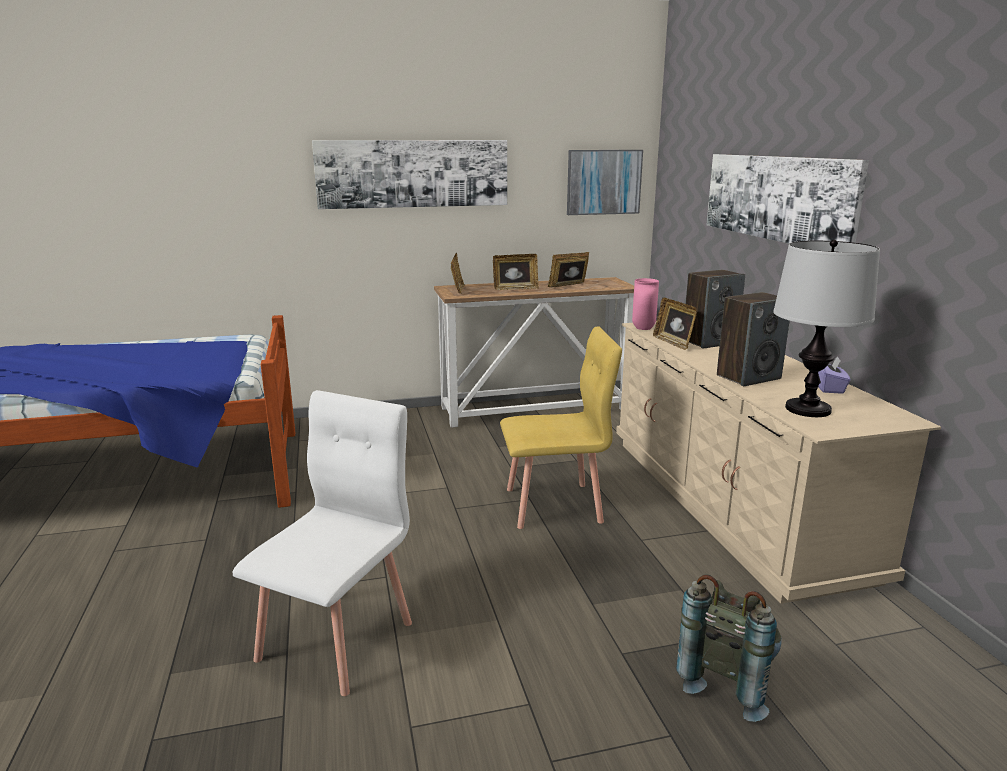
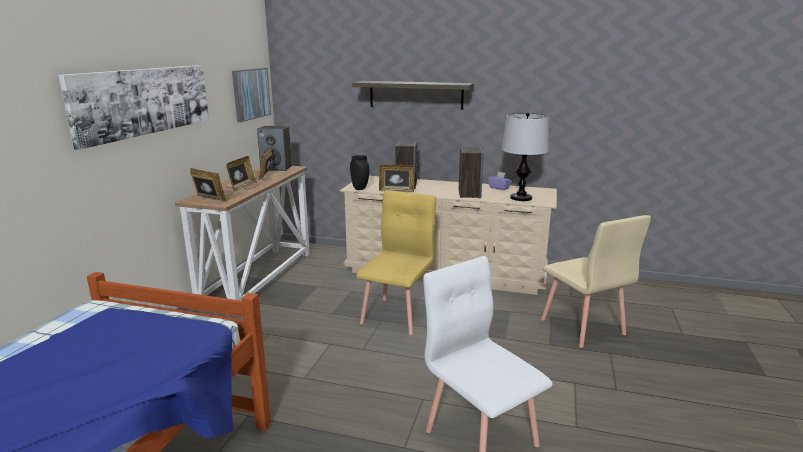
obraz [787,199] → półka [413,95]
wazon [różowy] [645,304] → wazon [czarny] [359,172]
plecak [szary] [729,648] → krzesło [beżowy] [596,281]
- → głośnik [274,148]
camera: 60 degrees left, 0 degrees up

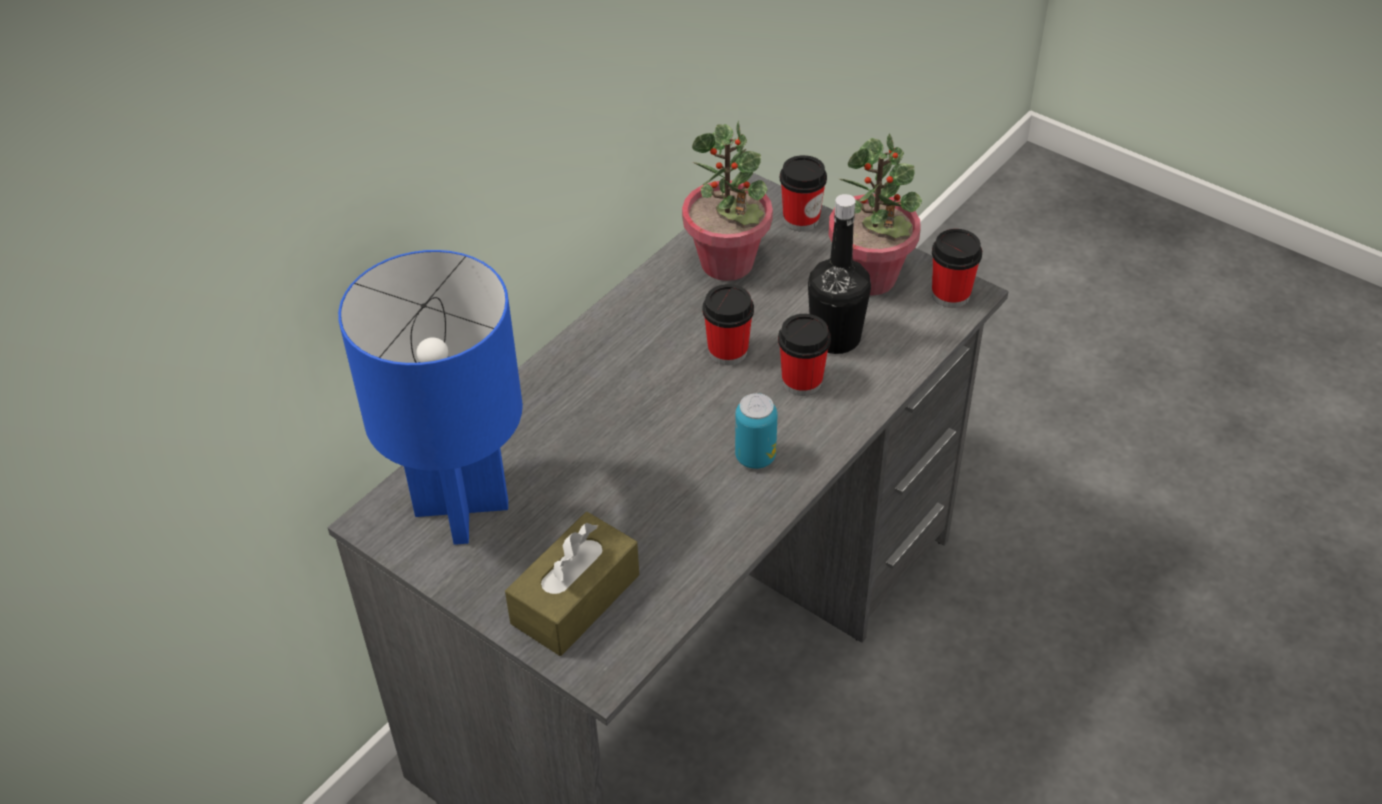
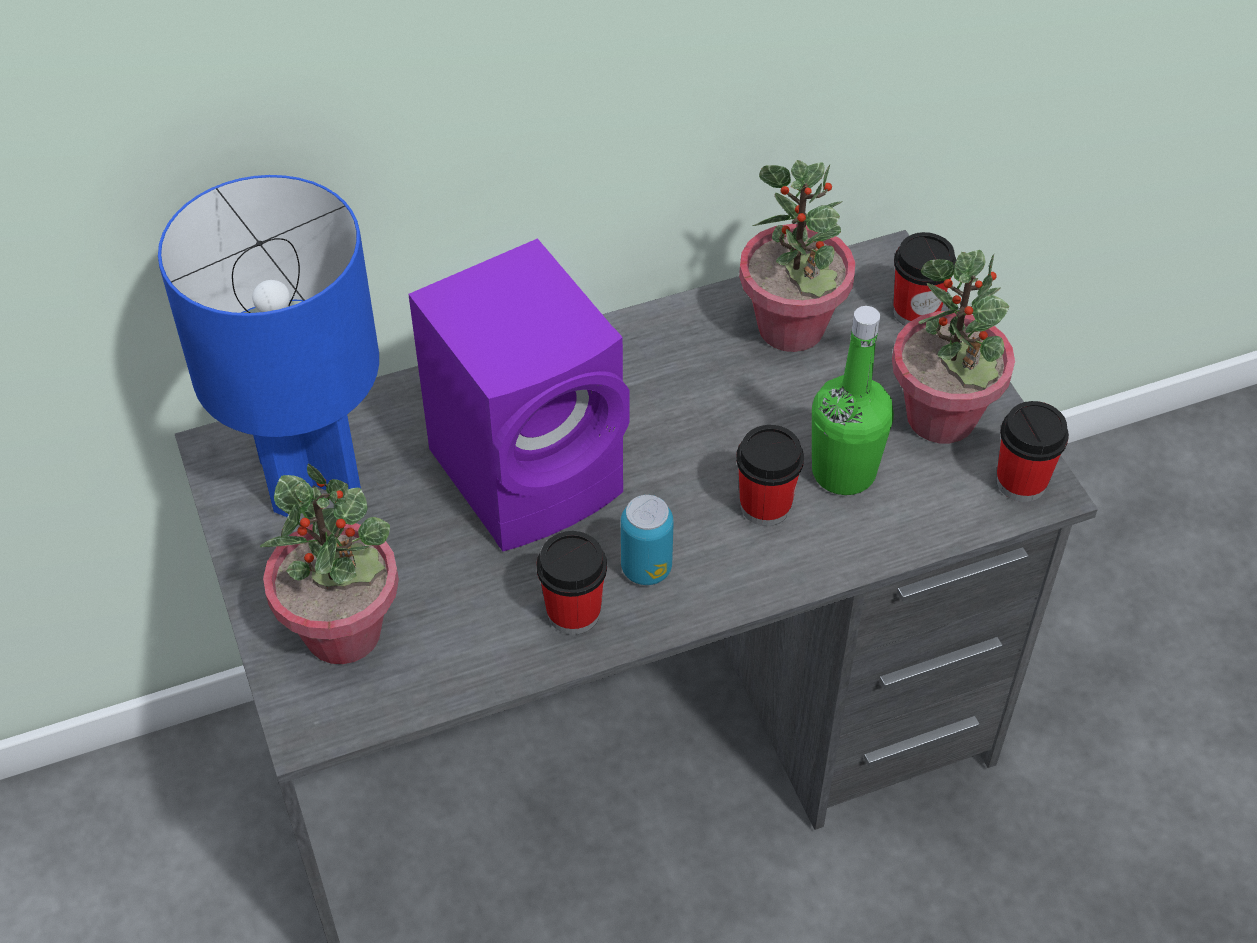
butelka [czarny] [839,274] → butelka [zielony] [853,400]
filiżanka [728,324] → filiżanka [572,583], move
pudełko chusteczek [brązowy] [572,584] → roślina doniczkowa [329,563]
- → głośnik [fioletowy] [518,394]
camera: 30 degrees right, 5 degrees up

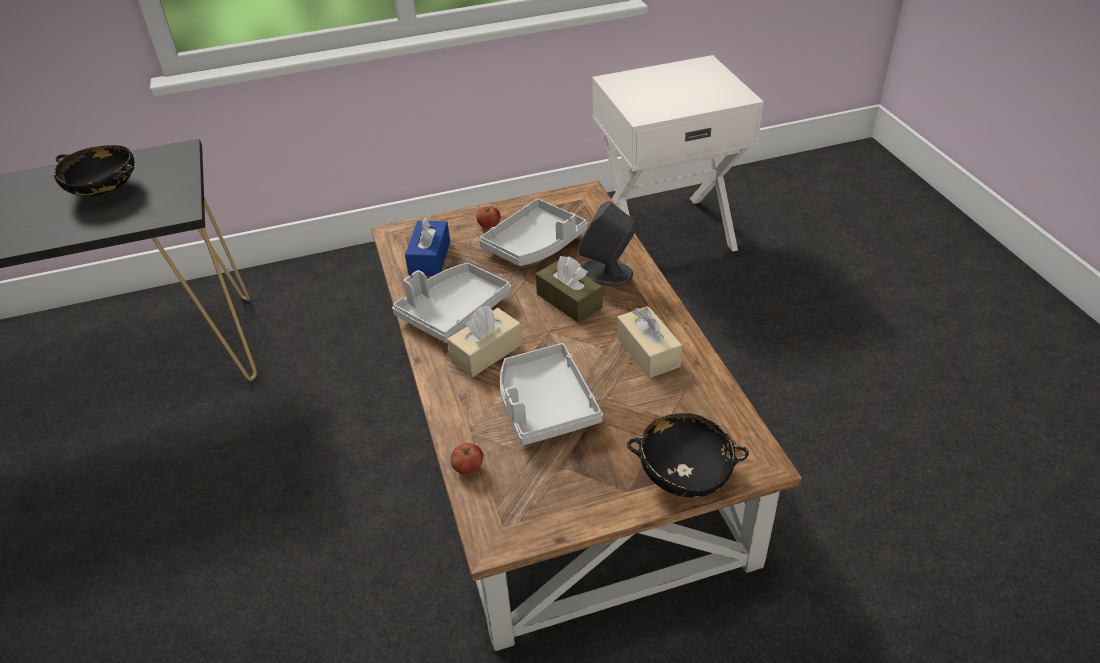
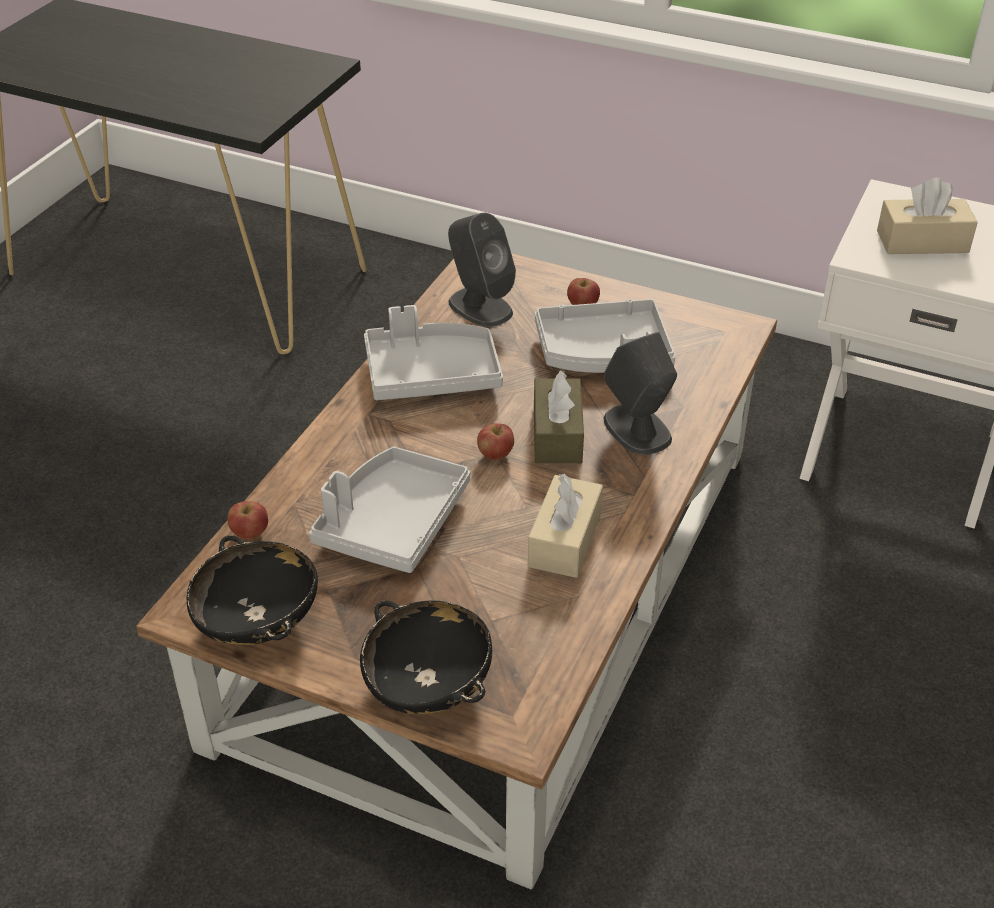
miska [czarny] [94,170] → miska [czarny] [252,590], move
pudełko chusteczek [niebieski] [427,245] → głośnik [szary] [482,270]
pudełko chusteczek [beżowy] [485,341] → pudełko chusteczek [beżowy] [927,215], move
- → jabłko [495,441]
camera: 40 degrees right, 0 degrees up

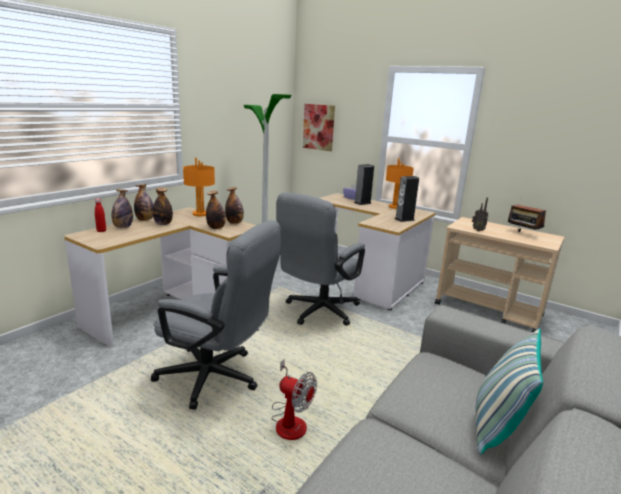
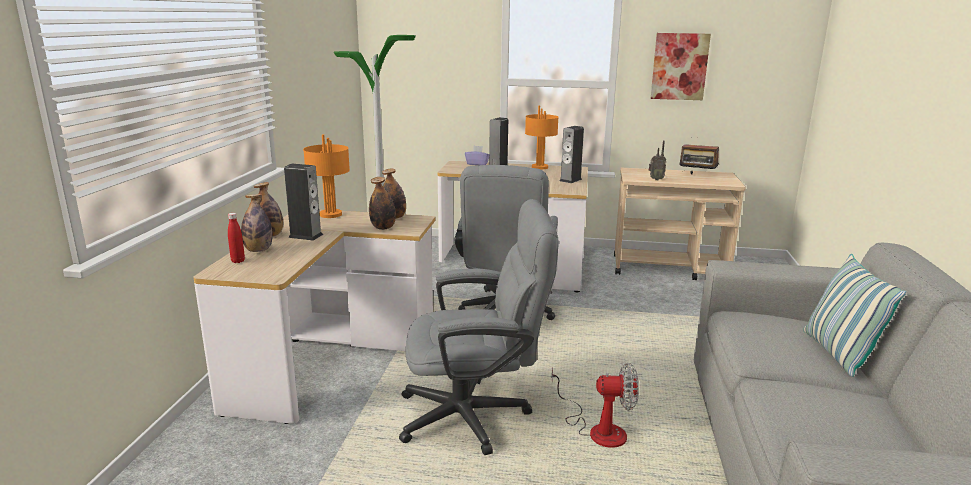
obraz [319,127] → obraz [681,66], move
butelka [162,206] → głośnik [303,202]
camera: 25 degrees left, 0 degrees up

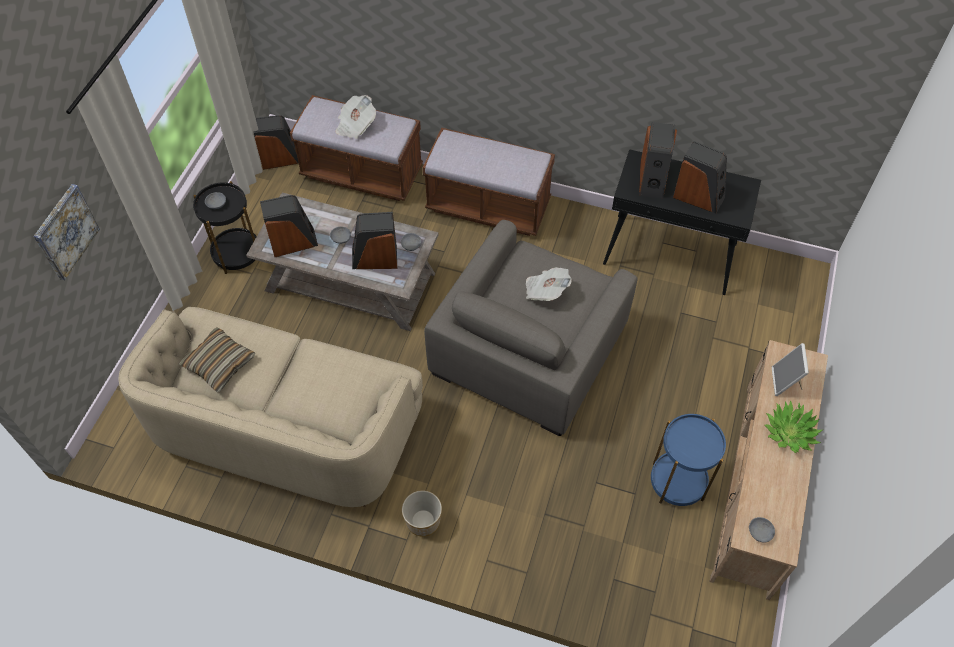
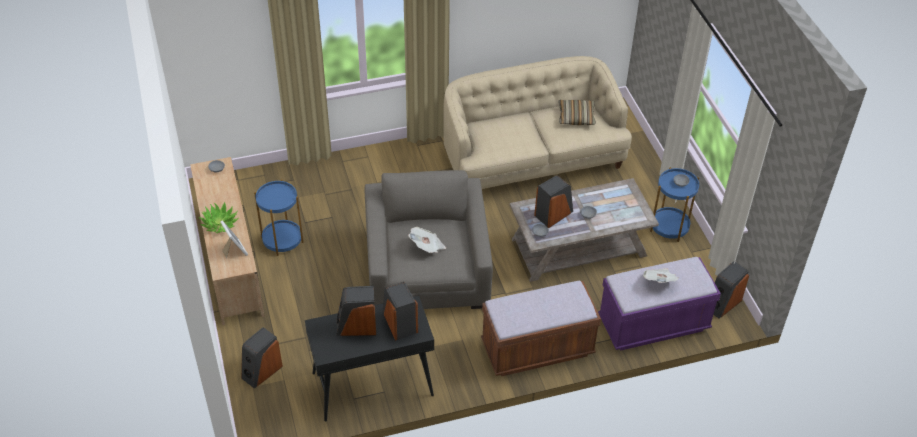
ławka [brązowy] [356,148] → ławka [fioletowy] [659,304]
stolik [czarny] [225,227] → stolik [niebieski] [674,204]
obraz [67,232] → -
głośnik [289,226] → głośnik [262,358], move
donica [422,513] → -
camera: 145 degrees right, 10 degrees down

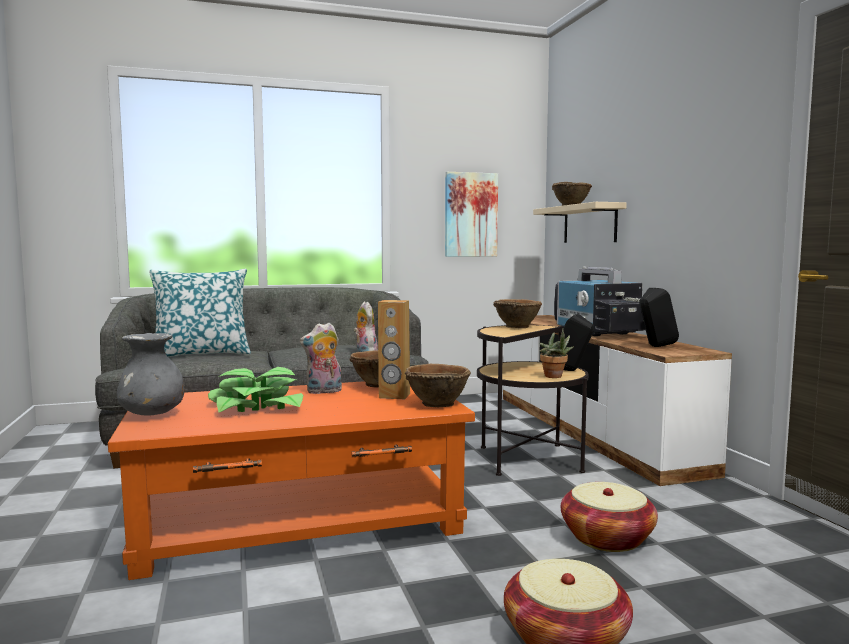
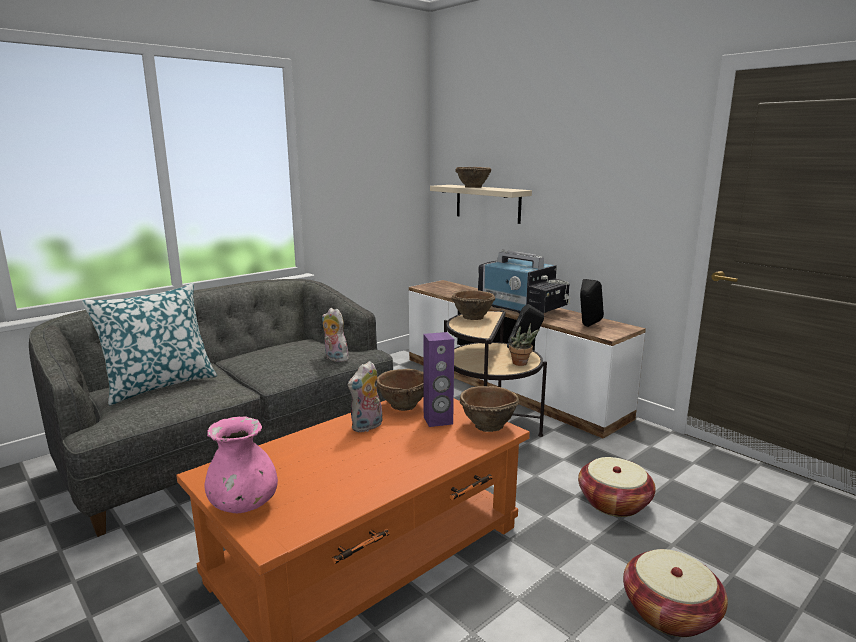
obraz [471,214] → -
głośnik [brązowy] [394,349] → głośnik [fioletowy] [438,379]
wazon [szary] [151,374] → wazon [różowy] [241,464]
roślina doniczkowa [255,389] → -
camera: 25 degrees left, 10 degrees up

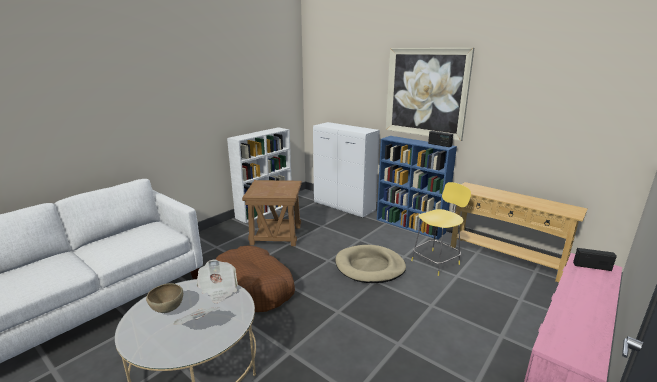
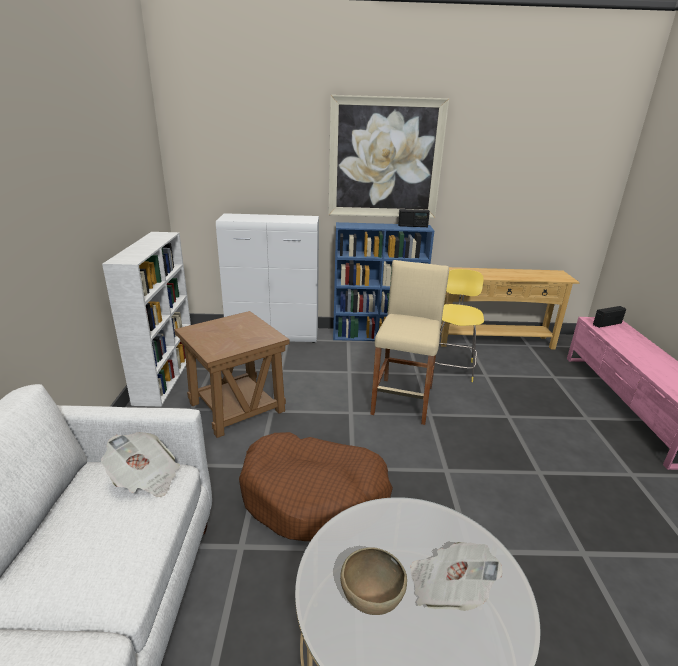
legowisko [beżowy] [370,264] → stołek [beżowy] [409,342]
gazeta [217,281] → gazeta [140,464], move
camera: 40 degrees left, 5 degrees up

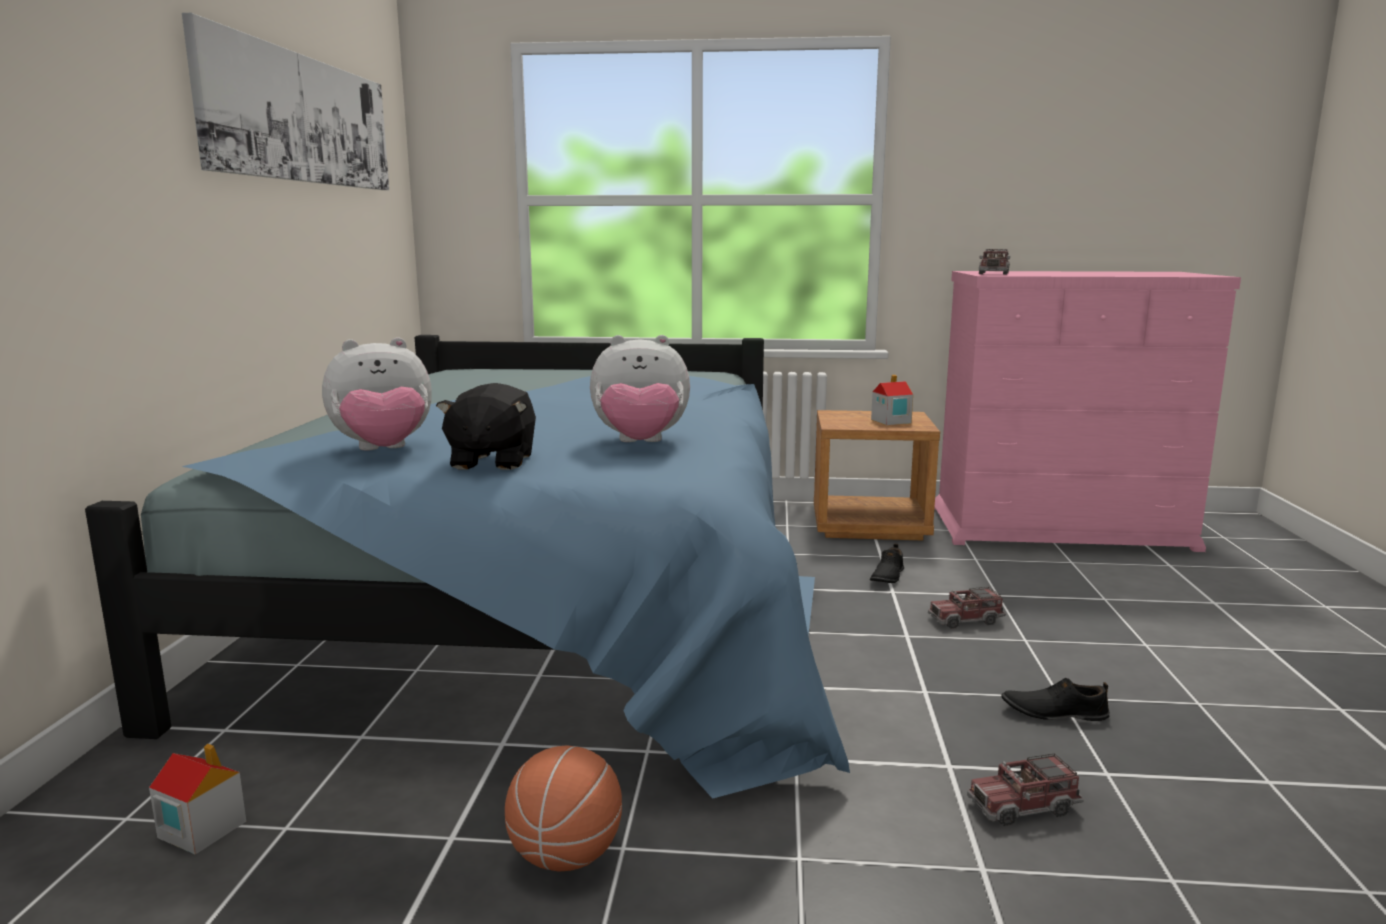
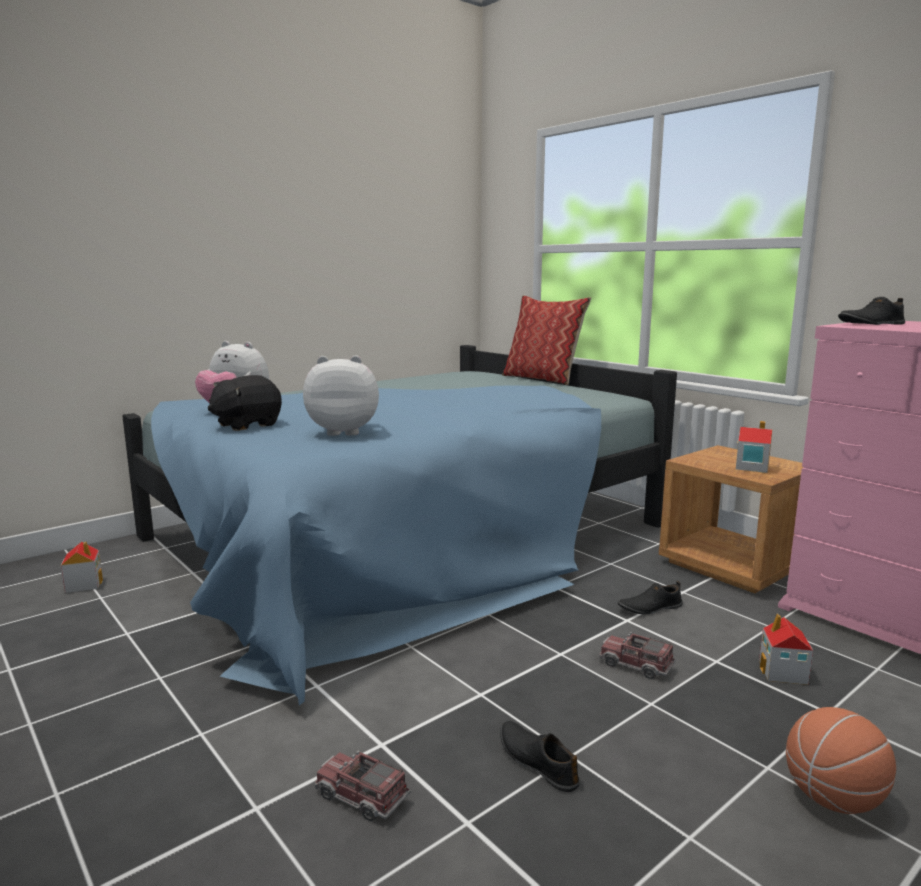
obraz [285,101] → -
ciężarówka zabawkowa [994,262] → but [czarny] [871,311]
pluszak [640,388] → pluszak [341,395], 135 degrees clockwise
piłka do koszykówki [563,808] → piłka do koszykówki [841,760], move
- → poduszka [546,340]
- → domek [786,649]
camera: 45 degrees right, 0 degrees up

